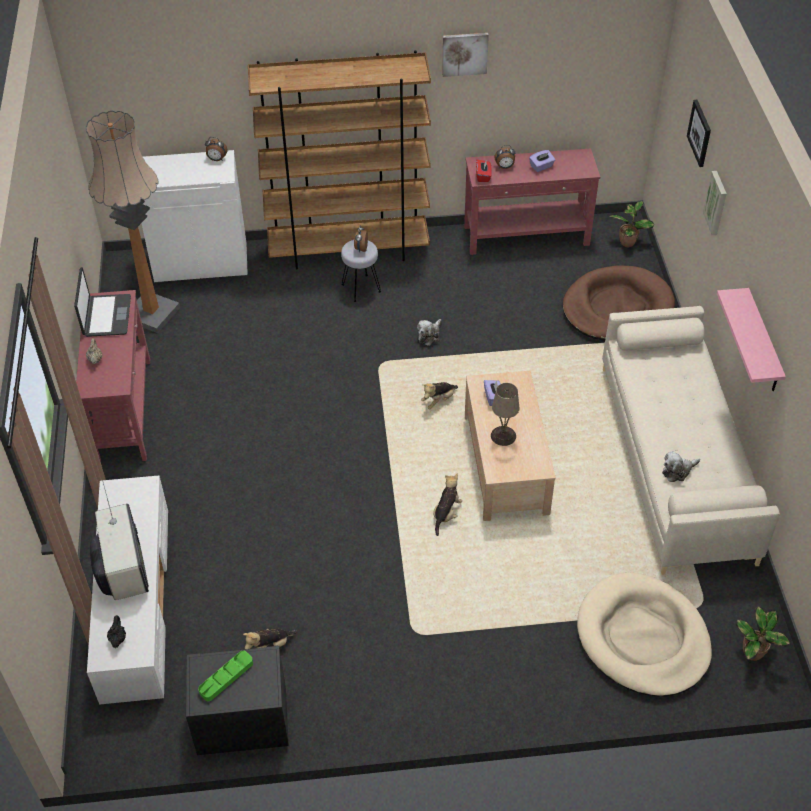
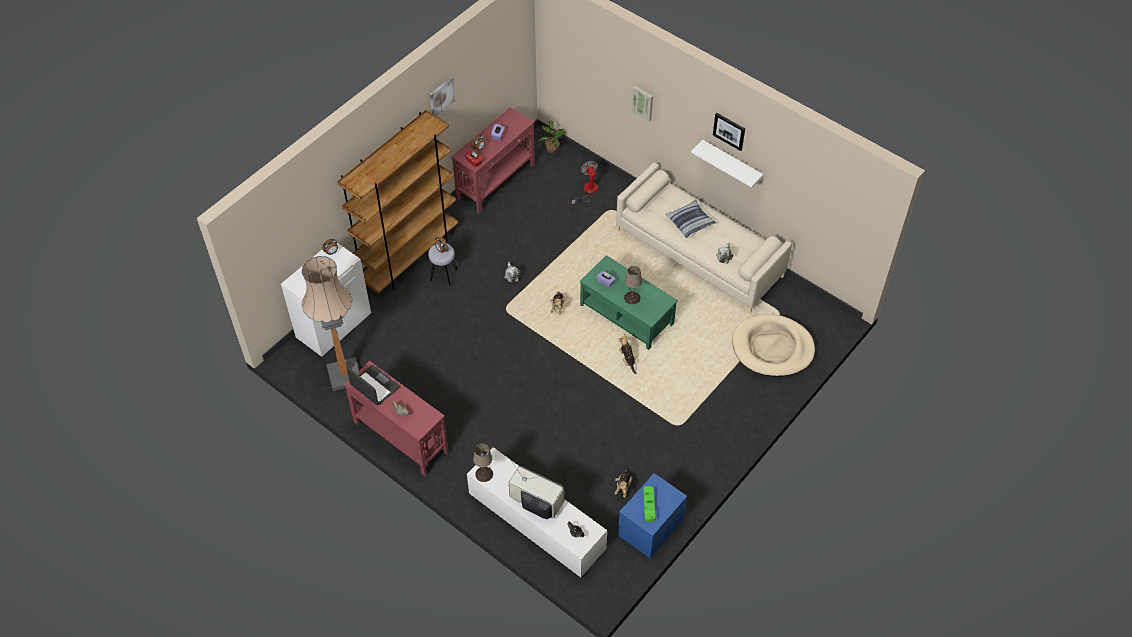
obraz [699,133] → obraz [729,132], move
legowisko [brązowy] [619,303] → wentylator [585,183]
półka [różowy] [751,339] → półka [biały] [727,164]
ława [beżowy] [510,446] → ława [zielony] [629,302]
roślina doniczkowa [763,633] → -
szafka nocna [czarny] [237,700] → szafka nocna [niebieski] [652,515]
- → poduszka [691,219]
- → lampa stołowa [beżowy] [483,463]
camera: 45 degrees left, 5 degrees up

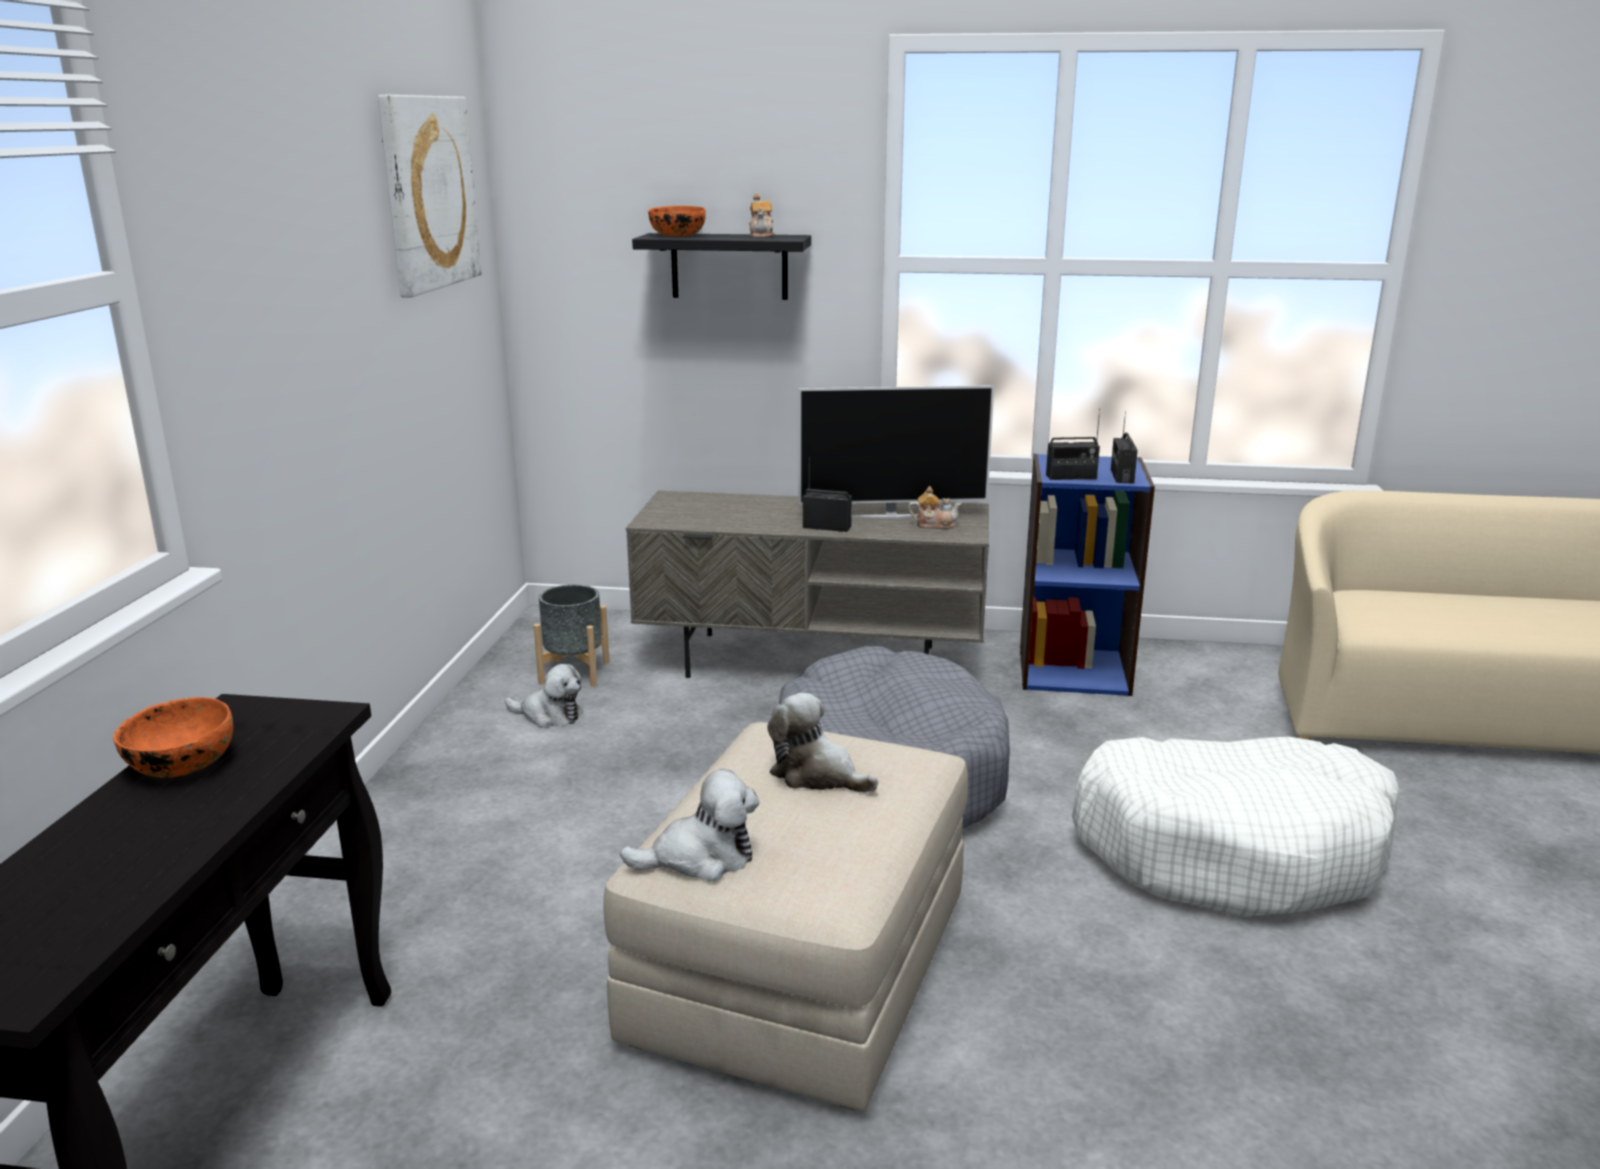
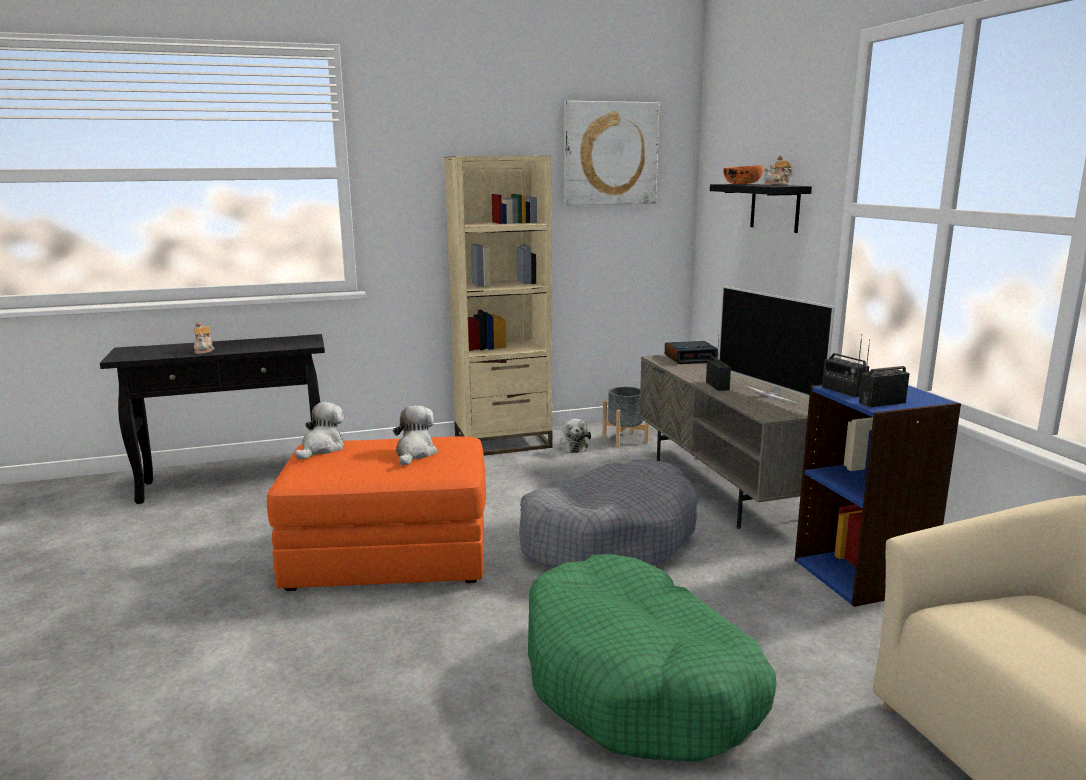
imbryk [935,507] → imbryk [204,338], move
miska [pomarańczowy] [173,737] → -
pufa [beżowy] [785,917] → pufa [pomarańczowy] [376,513]
legowisko [biały] [1235,827] → legowisko [zielony] [652,658]
pluszak [689,825] → pluszak [319,431], 120 degrees counterclockwise
- → regał [beżowy] [498,306]
- → budzik [691,352]
camera: 65 degrees right, 5 degrees down

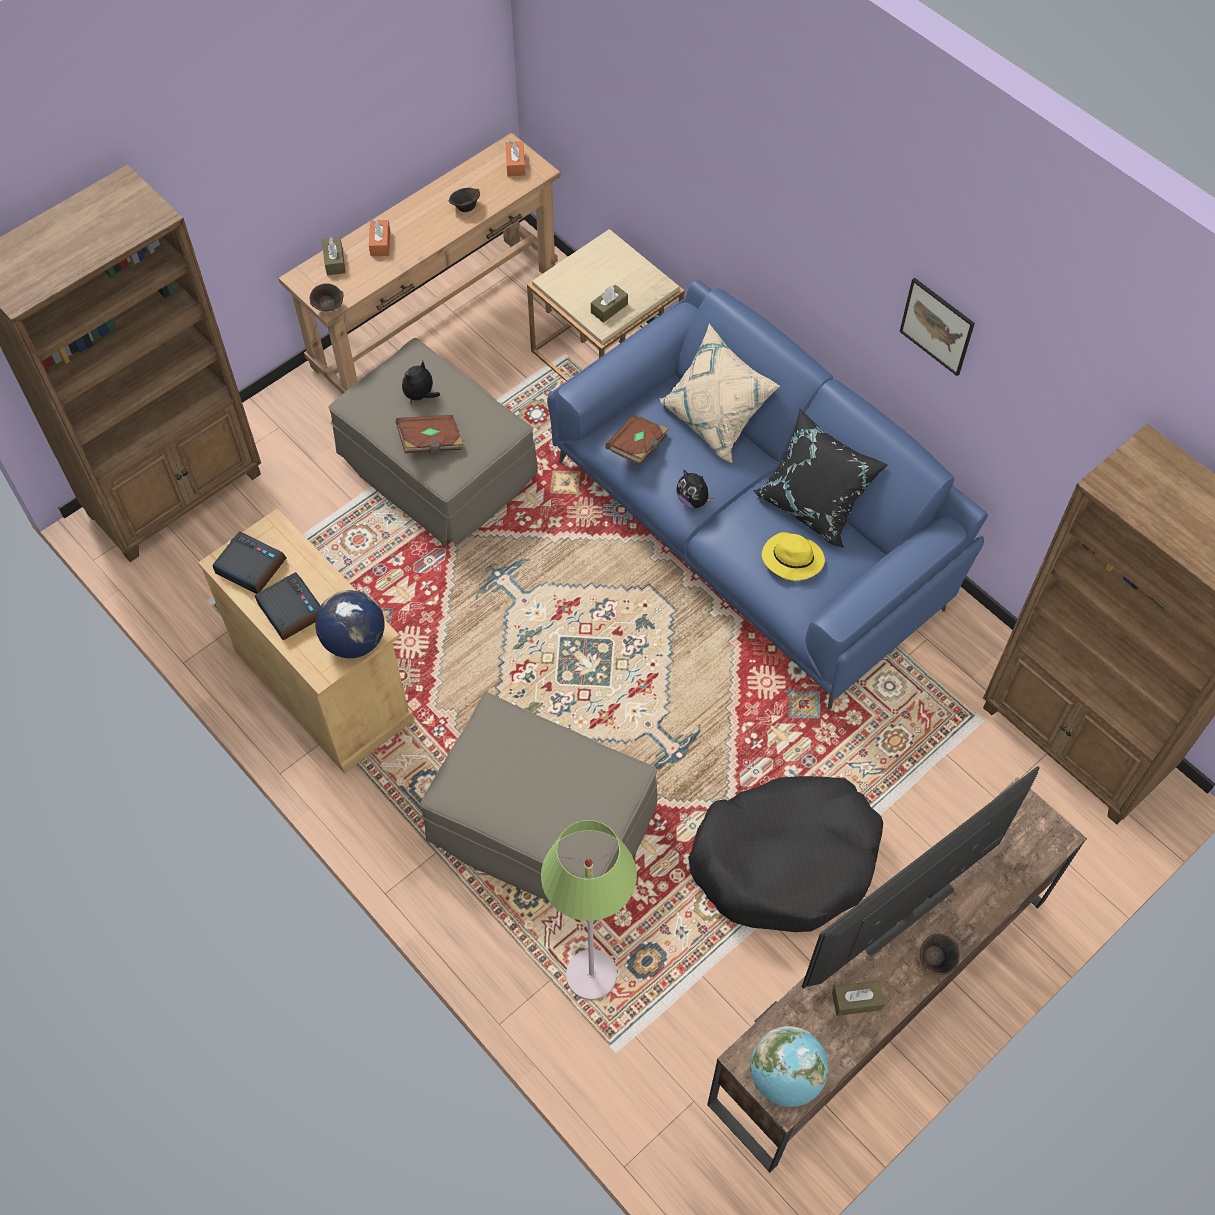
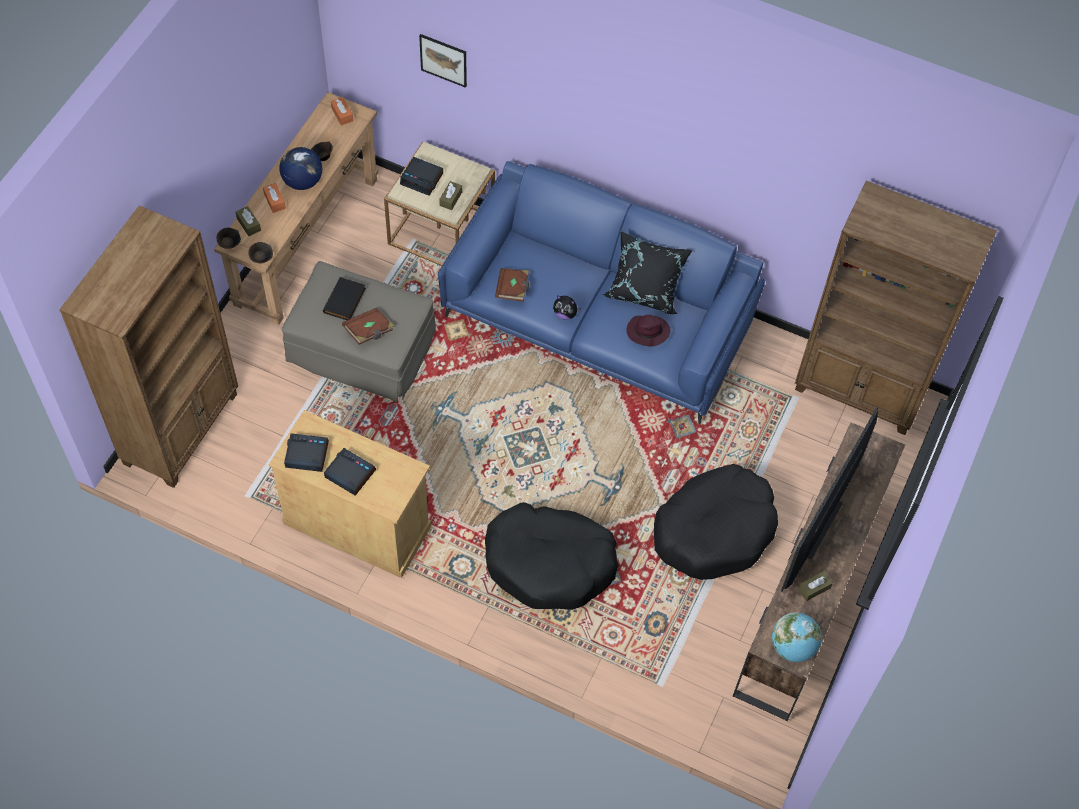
obraz [937,327] → obraz [443,61], move
poduszka [beżowy] [719,393] → -
pluszak [421,382] → książka [czarny] [344,298]
kapelusz [żółty] [793,556] → kapelusz [fioletowy] [648,331]
globus [350,624] → globus [300,168], move
pufa [beżowy] [539,796] → legowisko [czarny] [552,556]
lampa stojąca [zielony] [589,910] → -
miska [brązowy] [939,954] → miska [brązowy] [228,238], move
- → budzik [421,176]
camera: 25 degrees left, 0 degrees up

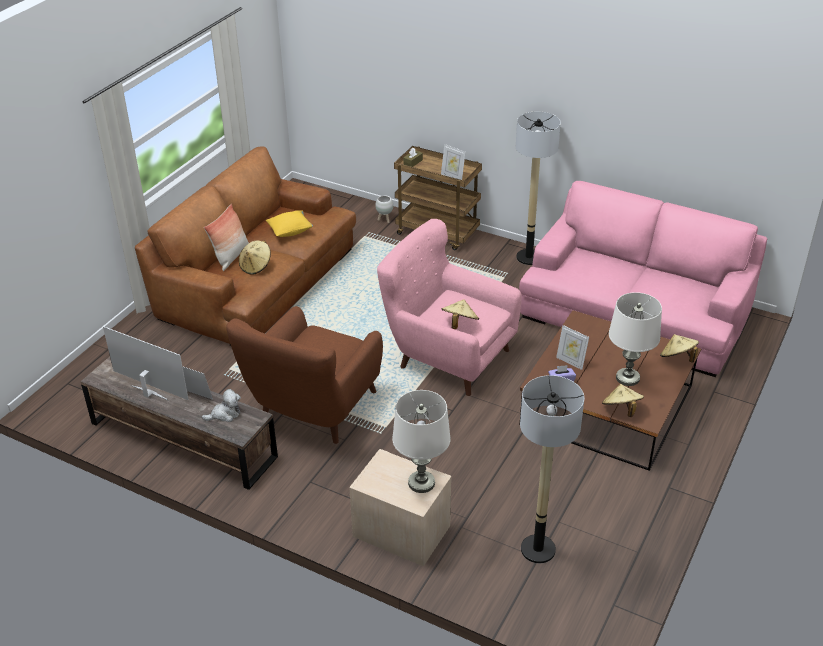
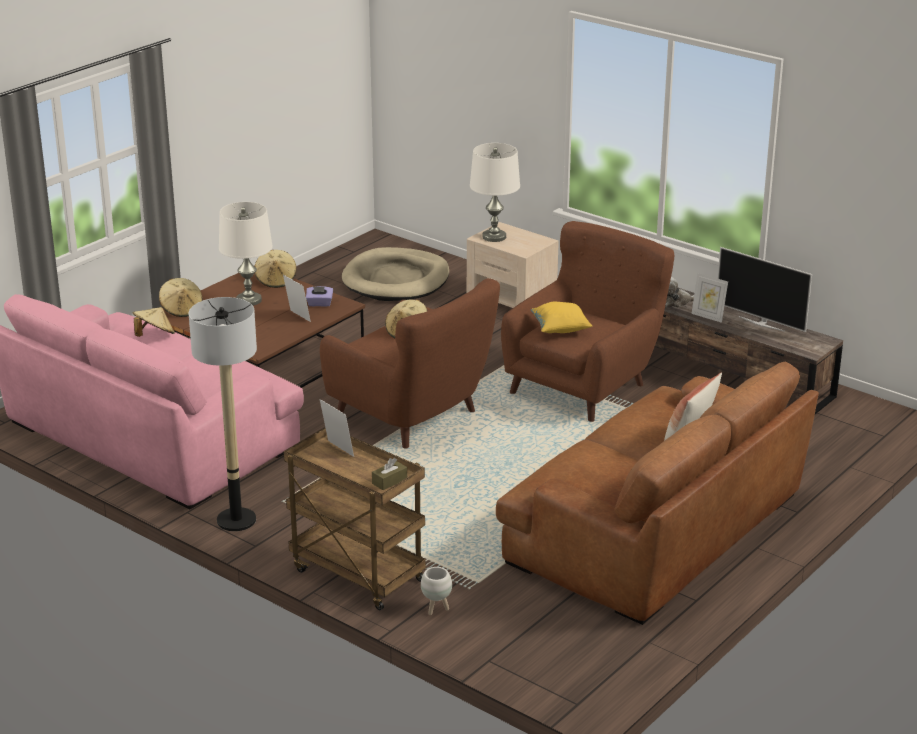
poduszka [żółty] [289,223] → poduszka [żółty] [561,317], move
fotel [różowy] [449,307] → fotel [brązowy] [410,363]
kapelusz [beżowy] [255,257] → kapelusz [beżowy] [154,322], move
lampa stojąca [552,469] → legowisko [beżowy] [395,274]
camera: 170 degrees left, 10 degrees down

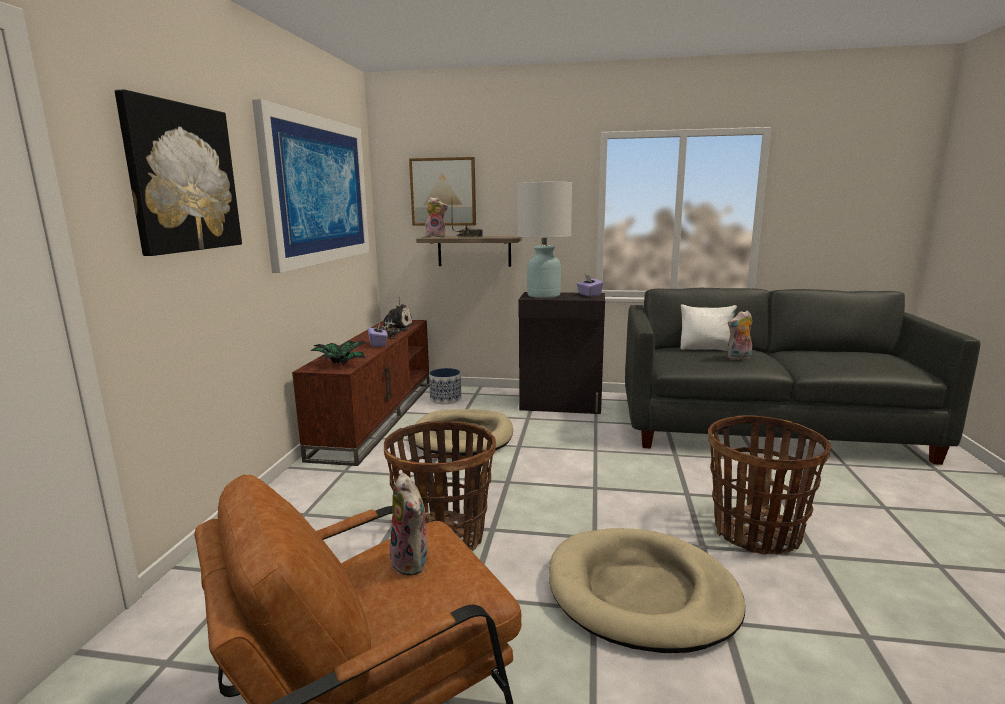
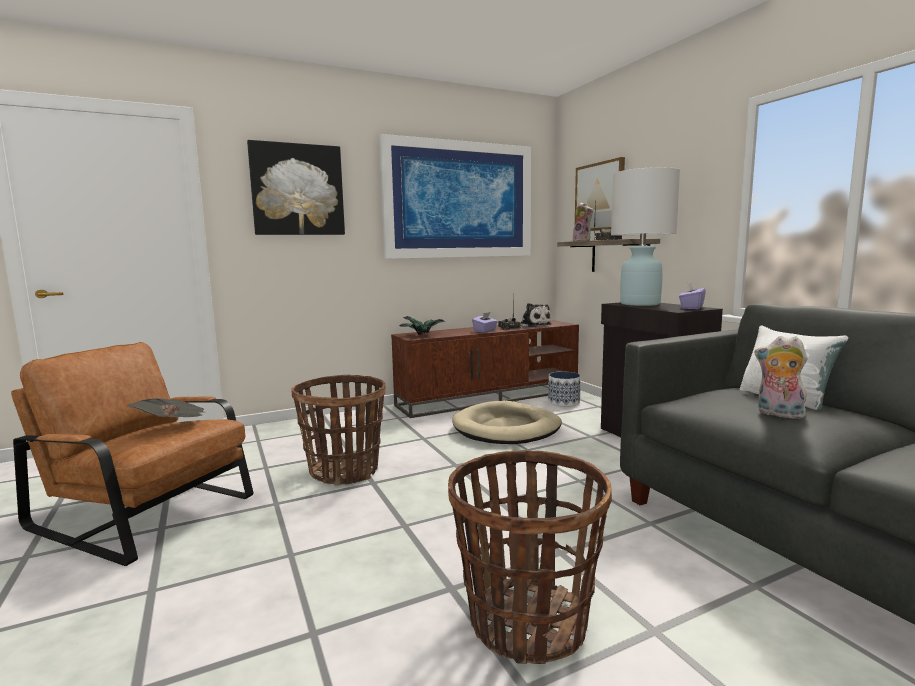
pluszak [410,524] → gazeta [166,407]
legowisko [beżowy] [647,590] → -
camera: 55 degrees right, 5 degrees down

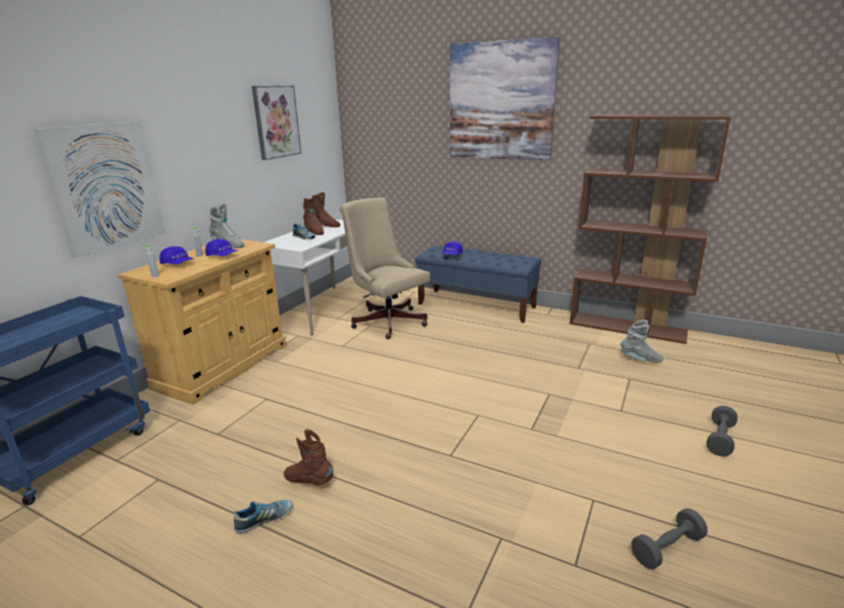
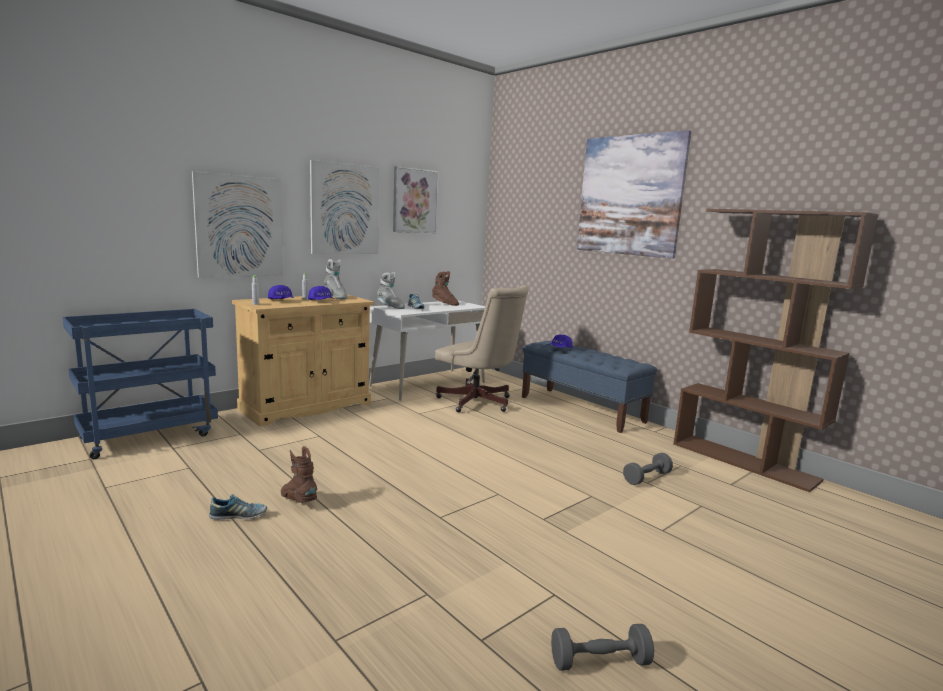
but z cholewką [brązowy] [313,216] → -
krzesło biurowe [beżowy] [385,268] → krzesło biurowe [beżowy] [482,348], 150 degrees clockwise
but z cholewką [szary] [642,341] → but z cholewką [szary] [391,290], move
hantel [szary] [722,431] → hantel [szary] [648,469], move
- → obraz [344,207]
camera: 20 degrees right, 10 degrees down

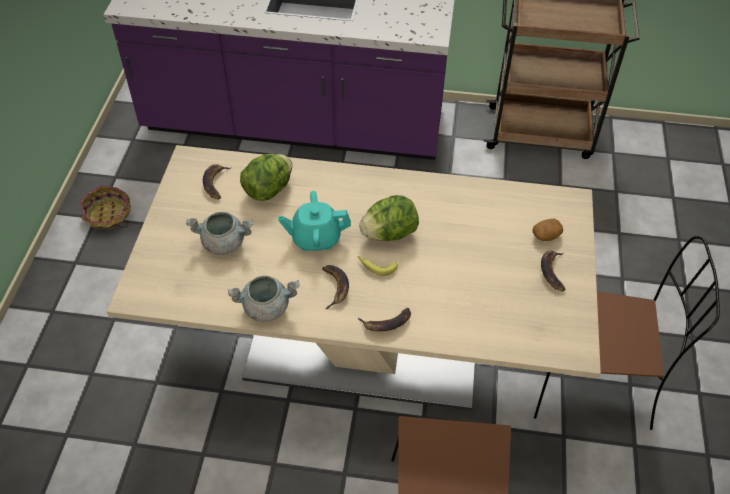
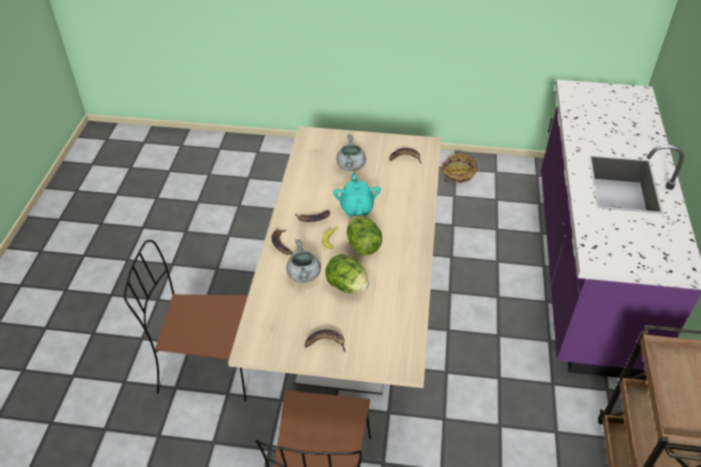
sałata [266,177] → sałata [347,273], move
ziemniak [548,230] → -
garnek [szary] [264,299] → garnek [szary] [303,261], move
camera: 90 degrees right, 5 degrees down

